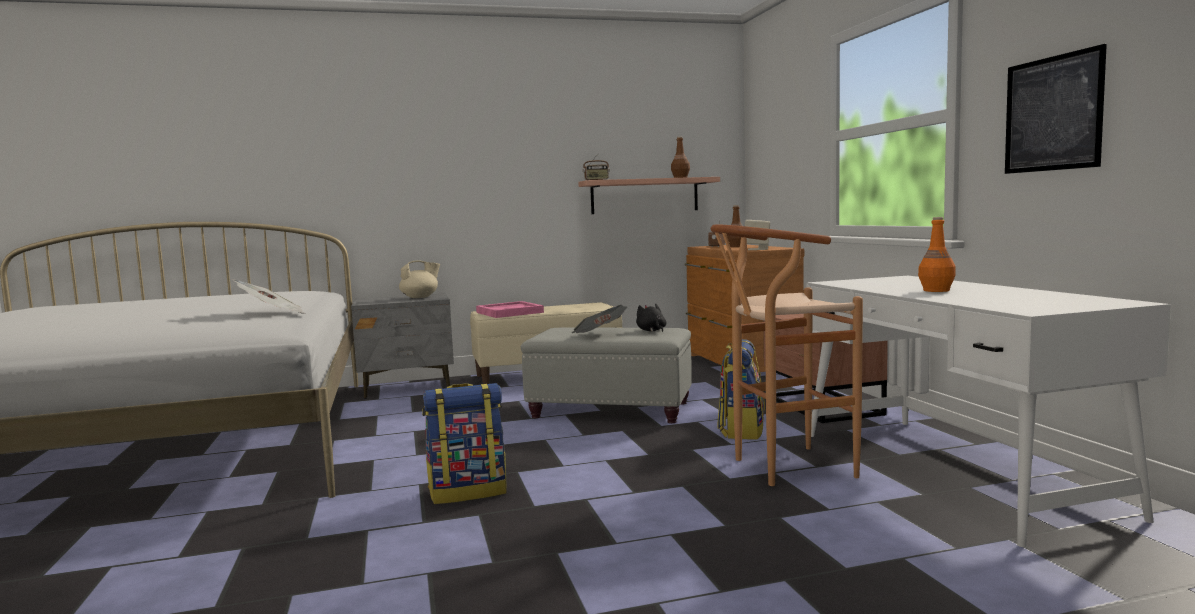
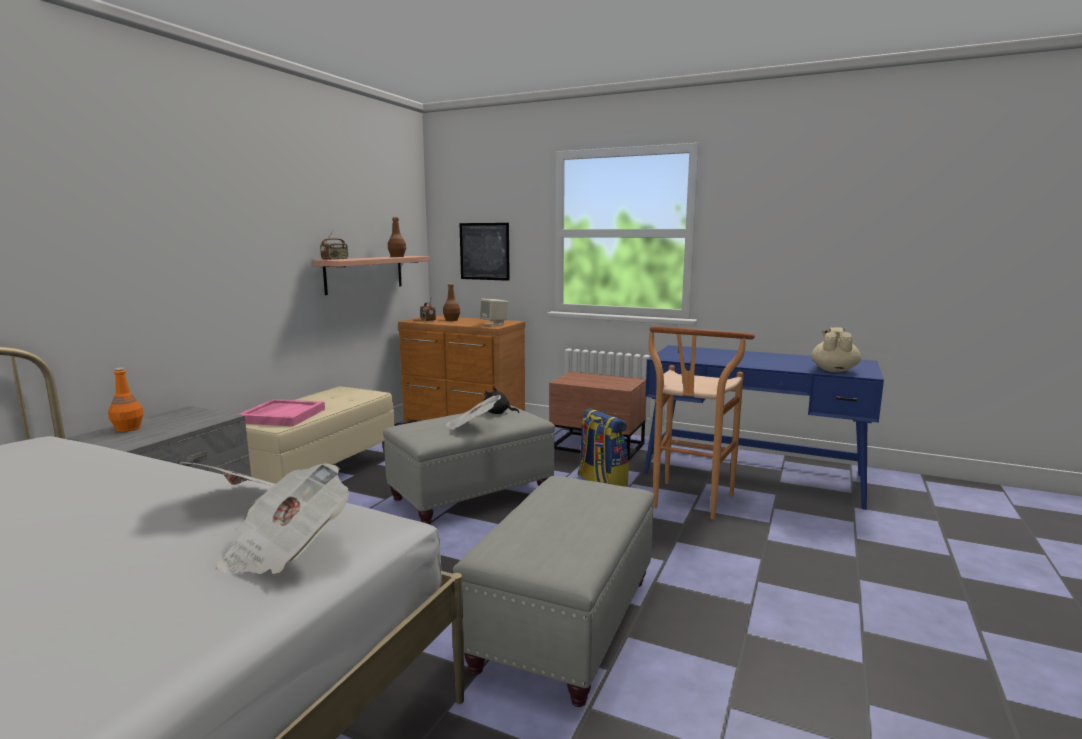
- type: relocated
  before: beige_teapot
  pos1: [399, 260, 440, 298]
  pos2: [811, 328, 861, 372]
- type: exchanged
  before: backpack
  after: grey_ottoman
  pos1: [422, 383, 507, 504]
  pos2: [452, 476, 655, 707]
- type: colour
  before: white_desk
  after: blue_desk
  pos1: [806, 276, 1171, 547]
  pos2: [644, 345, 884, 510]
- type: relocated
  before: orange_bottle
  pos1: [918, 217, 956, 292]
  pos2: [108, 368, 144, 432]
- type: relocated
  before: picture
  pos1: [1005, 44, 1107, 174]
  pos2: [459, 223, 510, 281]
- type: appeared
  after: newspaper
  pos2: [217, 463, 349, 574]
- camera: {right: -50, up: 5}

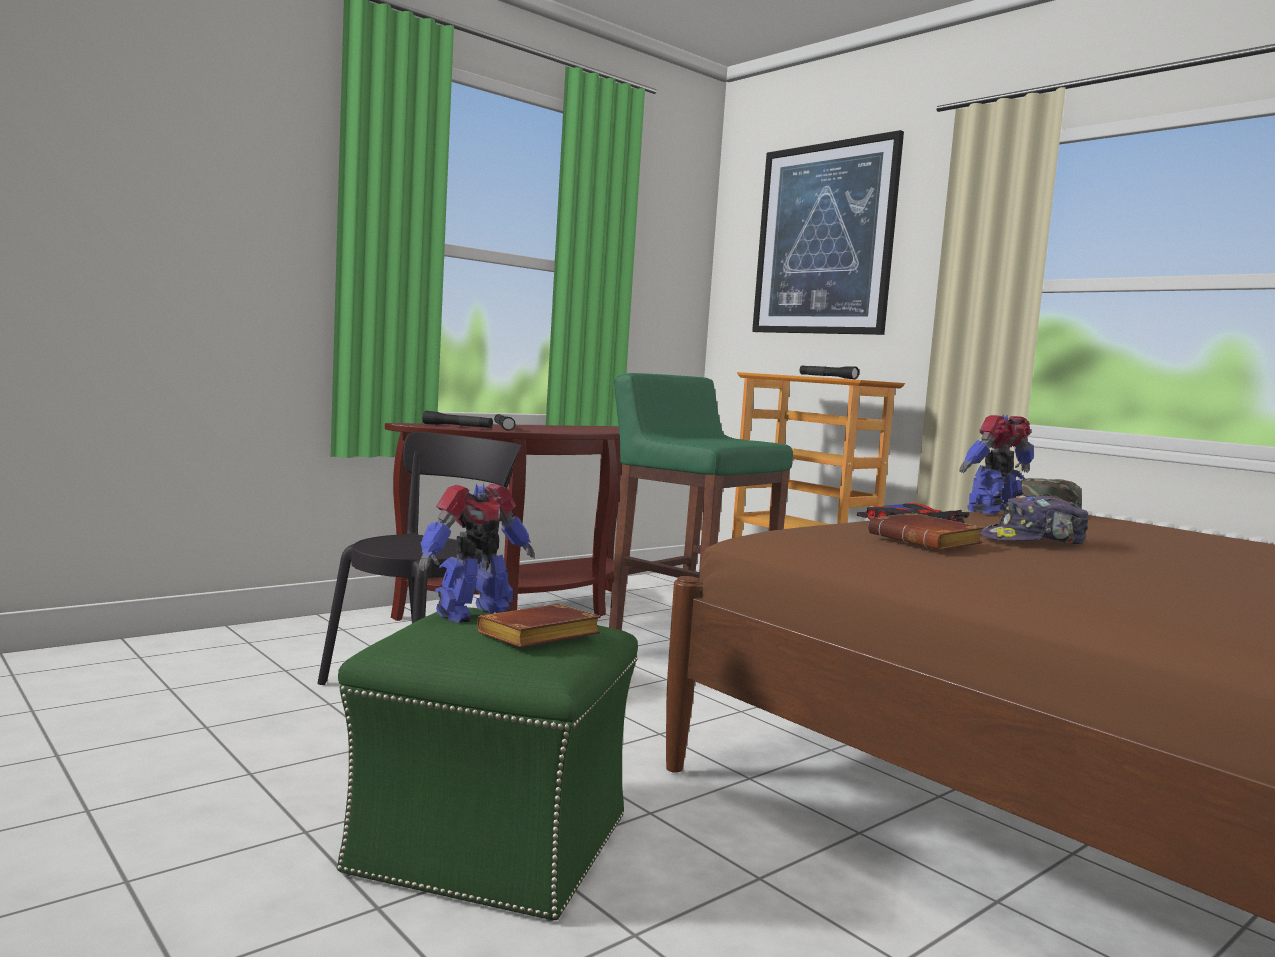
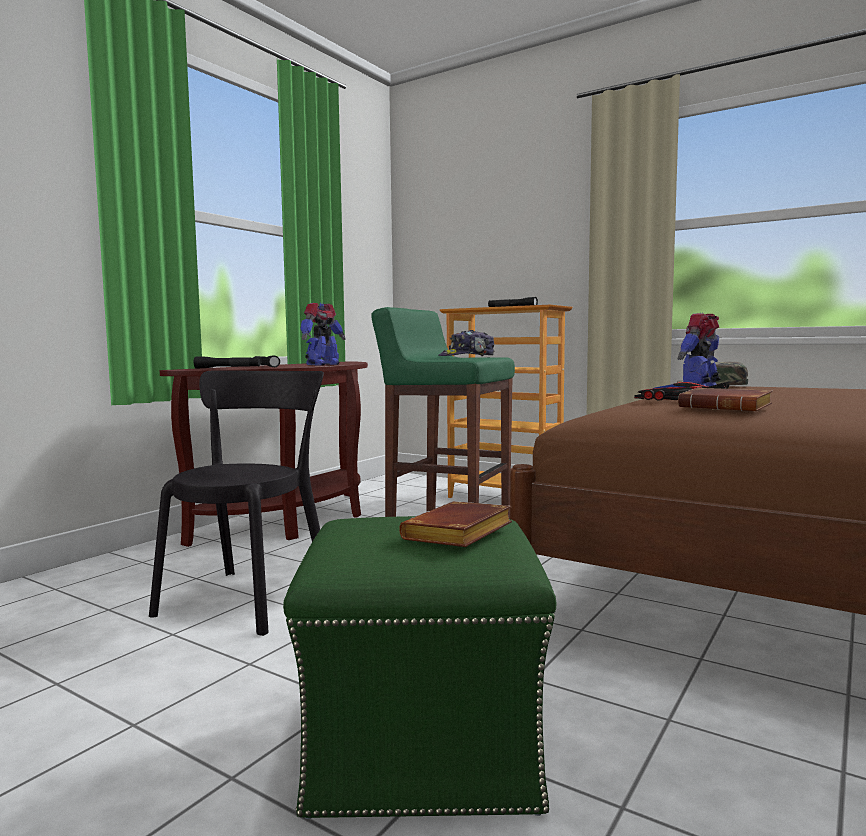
- type: relocated
  before: toy_robot
  pos1: [419, 484, 535, 623]
  pos2: [300, 303, 346, 366]
- type: missing
  before: picture
  pos1: [752, 130, 904, 335]
- type: relocated
  before: cap
  pos1: [980, 494, 1088, 544]
  pos2: [438, 330, 494, 356]
- camera: {right: -15, up: 0}

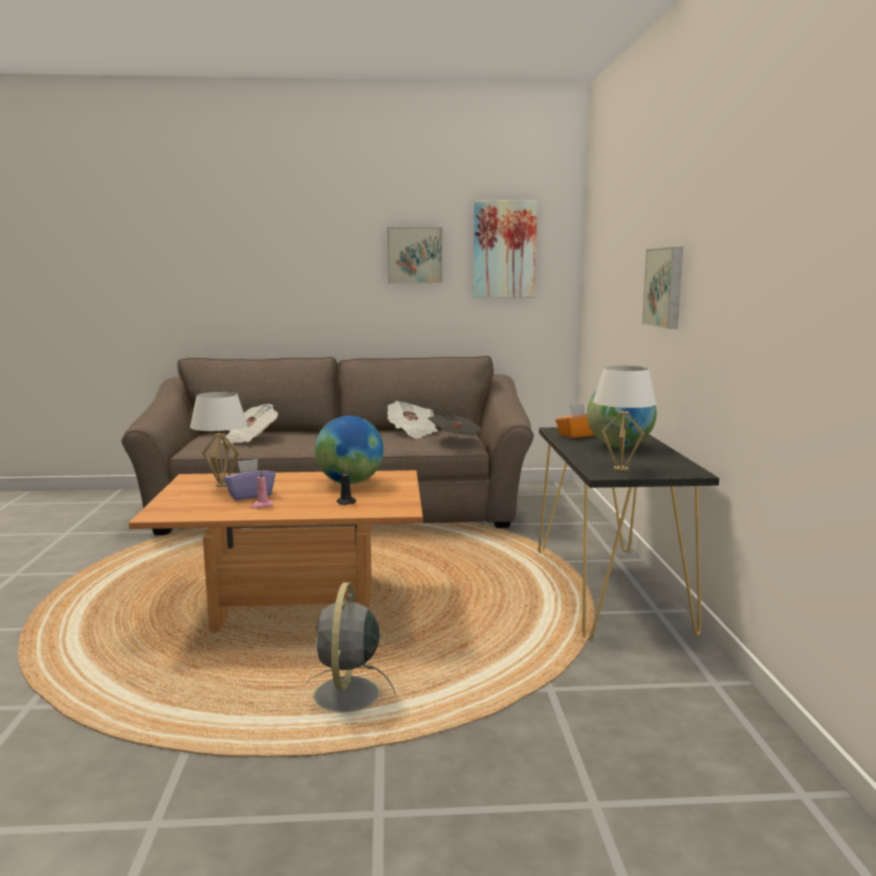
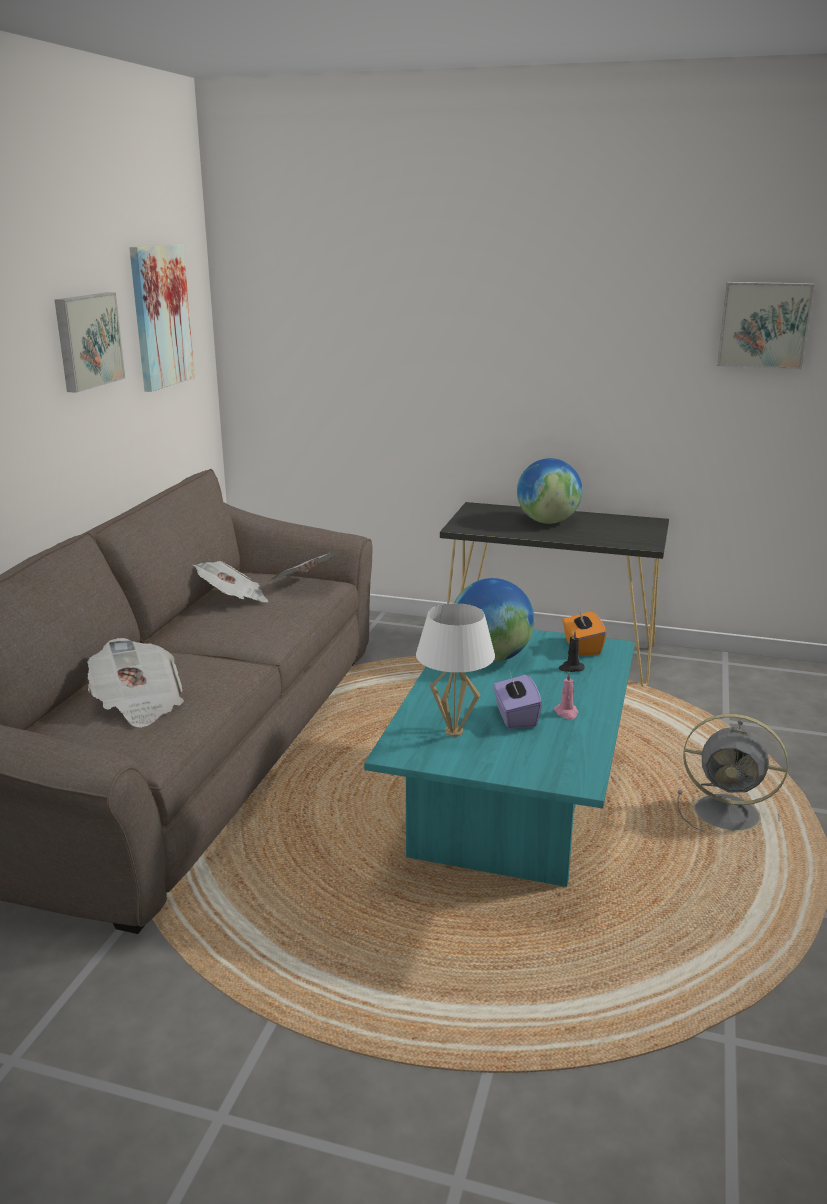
- type: colour
  before: brown_coffee_table
  after: turquoise_coffee_table
  pos1: [129, 470, 423, 632]
  pos2: [364, 630, 635, 887]
- type: relocated
  before: orange_tissue_box
  pos1: [555, 403, 595, 438]
  pos2: [562, 608, 606, 655]
- type: missing
  before: white_table_lamp
  pos1: [593, 366, 656, 471]
- type: relocated
  before: picture
  pos1: [642, 247, 683, 329]
  pos2: [717, 282, 815, 369]
- camera: {right: -70, up: 10}

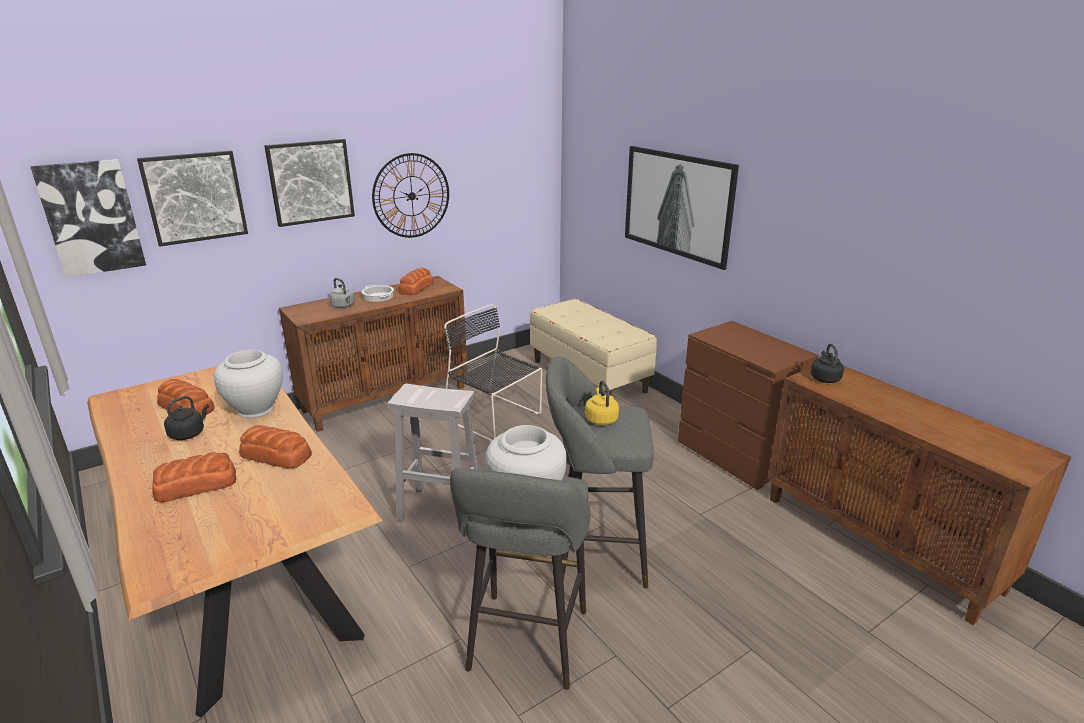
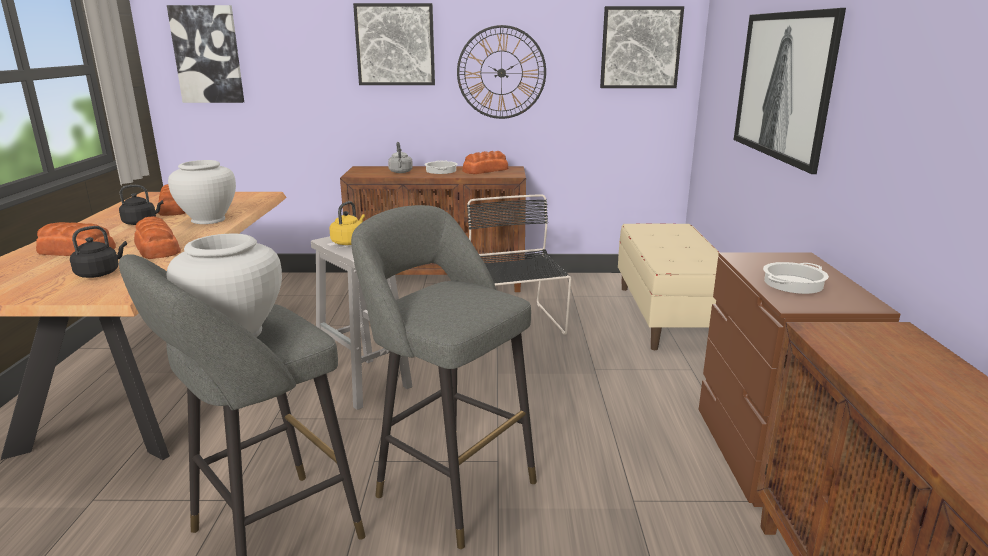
- type: relocated
  before: picture
  pos1: [137, 150, 248, 247]
  pos2: [600, 6, 684, 88]
- type: relocated
  before: yellow_kettle
  pos1: [585, 381, 619, 425]
  pos2: [329, 201, 365, 245]
- type: relocated
  before: black_kettle
  pos1: [811, 343, 844, 383]
  pos2: [70, 226, 127, 278]
- type: appeared
  after: cooking_pot
  pos2: [763, 262, 829, 294]
- camera: {right: 35, up: -5}

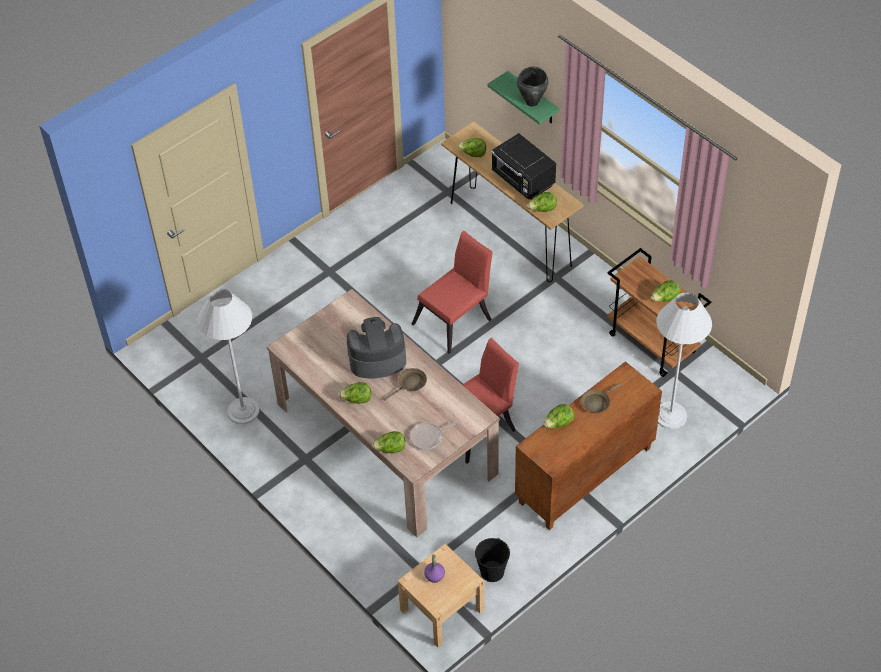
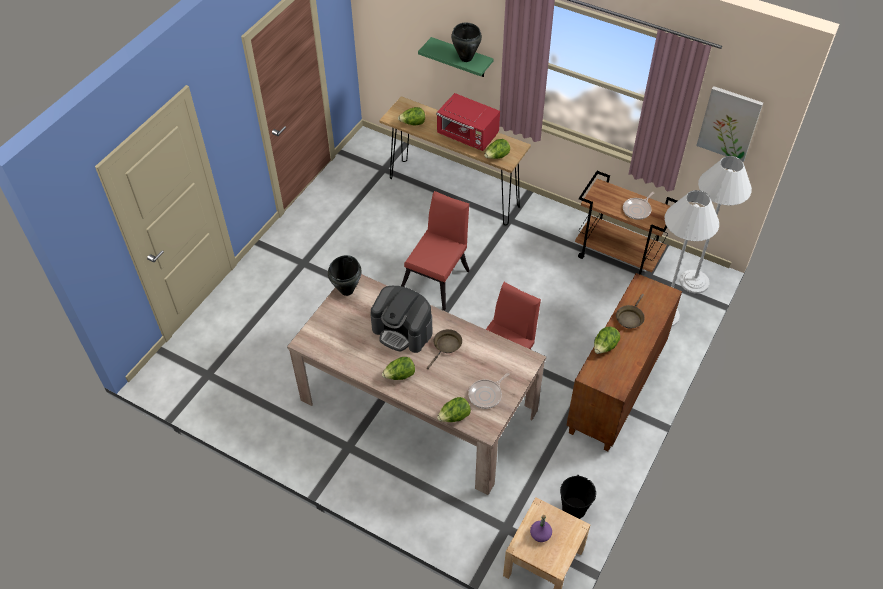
- type: relocated
  before: white_floor_lamp
  pos1: [197, 289, 260, 424]
  pos2: [680, 156, 752, 294]
- type: spun
  before: coffee_machine
  pos1: [347, 317, 406, 379]
  pos2: [371, 286, 432, 353]
  turn: -120
- type: colour
  before: black_microwave
  after: red_microwave
  pos1: [491, 133, 556, 200]
  pos2: [436, 93, 500, 151]
- type: exchanged
  before: lettuce
  after: frying_pan
  pos1: [651, 280, 680, 302]
  pos2: [623, 192, 655, 220]
- type: appeared
  after: black_cooking_pot
  pos2: [328, 255, 362, 296]
- type: appeared
  after: picture
  pos2: [696, 86, 763, 162]
- camera: {right: -20, up: 0}

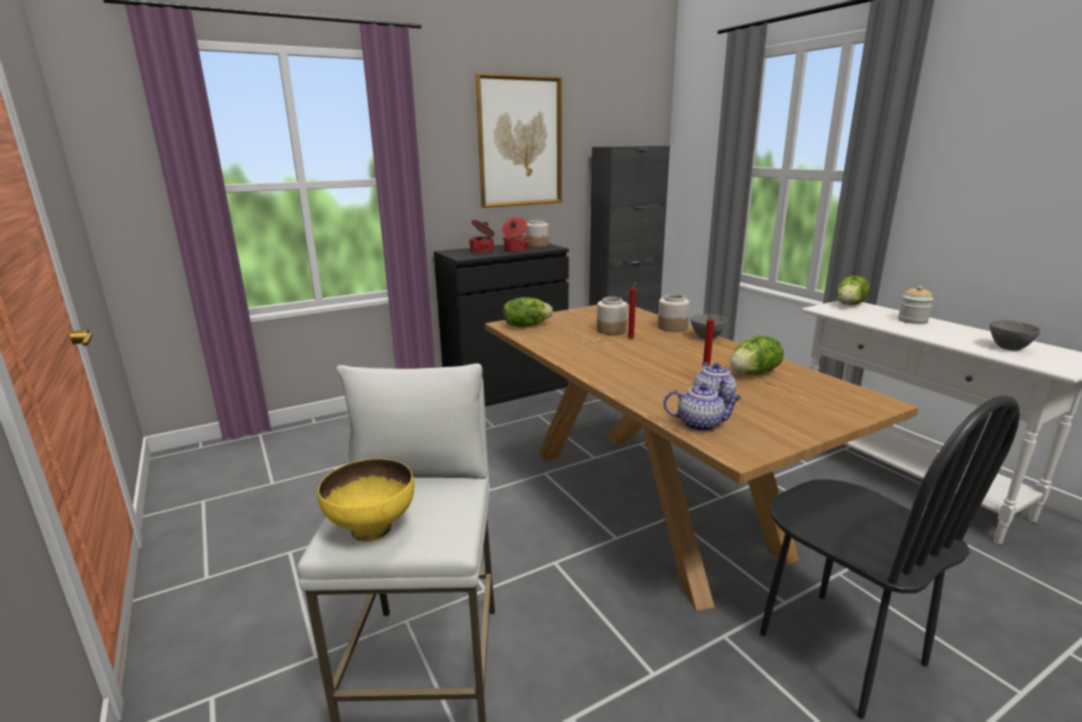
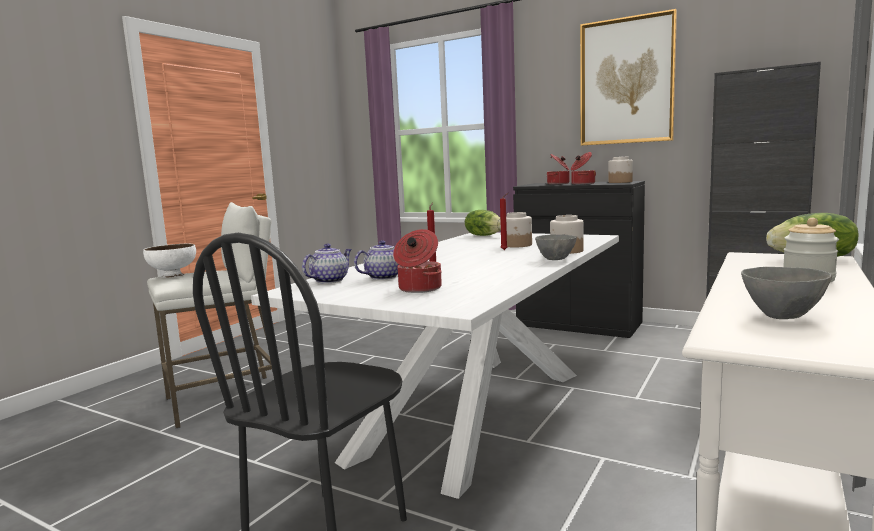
- type: colour
  before: yellow_bowl
  after: white_bowl
  pos1: [318, 459, 414, 542]
  pos2: [143, 244, 196, 278]
- type: colour
  before: brown_dining_table
  after: white_dining_table
  pos1: [485, 304, 919, 611]
  pos2: [251, 233, 619, 499]
- type: spun
  before: teapot
  pos1: [663, 384, 741, 431]
  pos2: [302, 244, 352, 284]
  turn: -120
- type: missing
  before: lettuce
  pos1: [730, 336, 784, 375]
- type: appeared
  after: cooking_pot
  pos2: [393, 229, 442, 293]
- camera: {right: 60, up: -10}

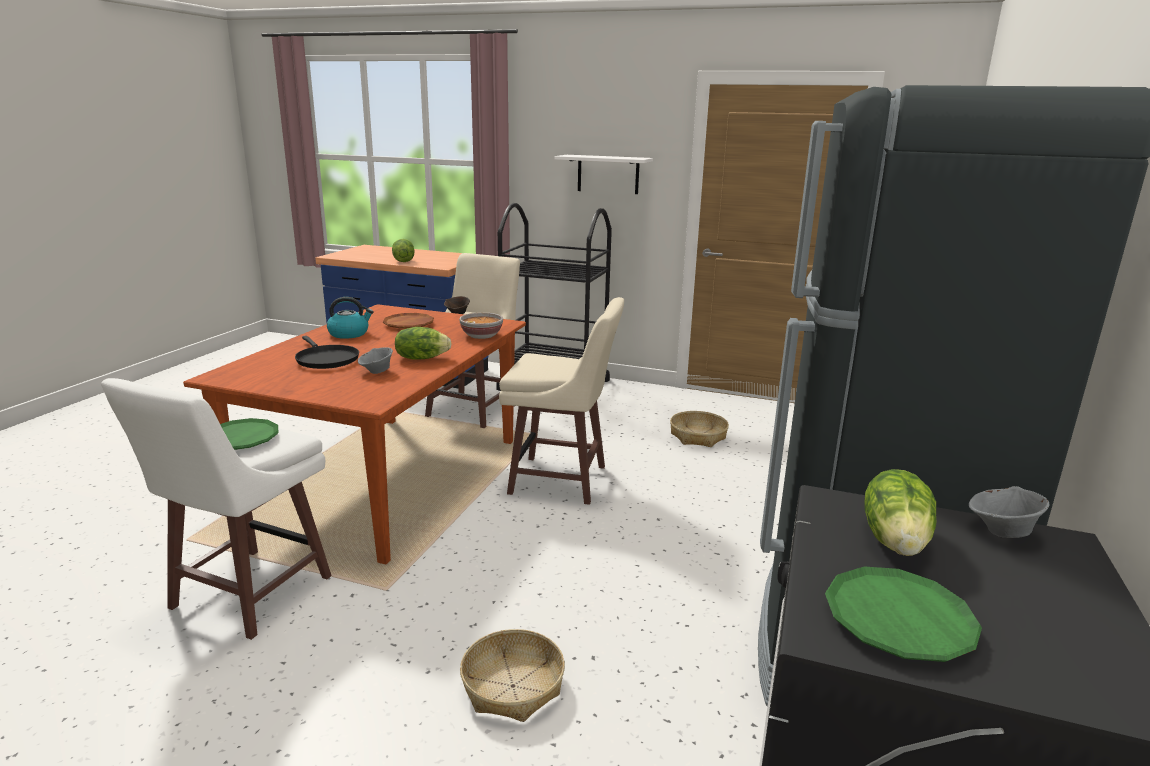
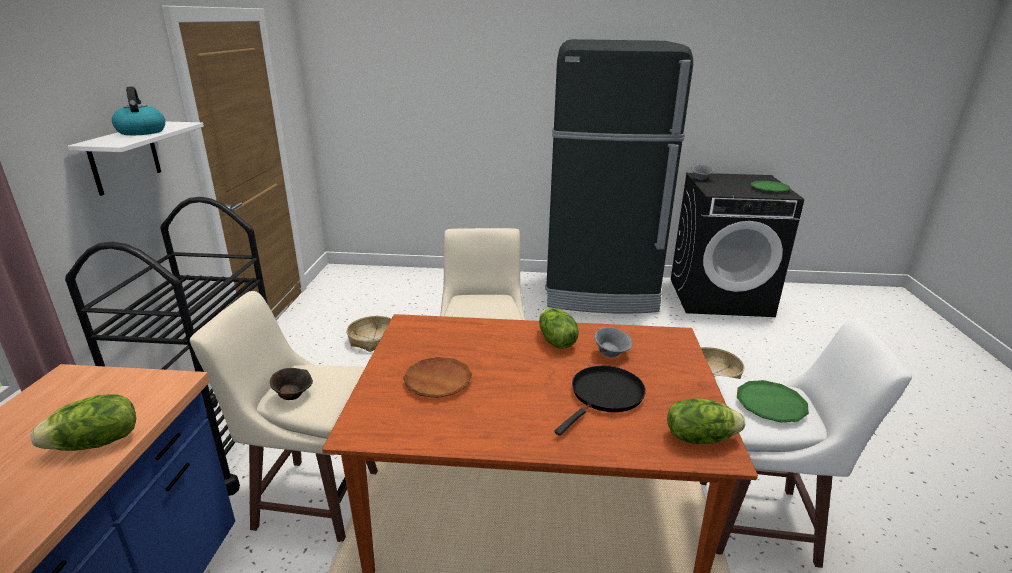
- type: relocated
  before: kettle
  pos1: [327, 297, 374, 339]
  pos2: [112, 86, 165, 135]
- type: missing
  before: bowl
  pos1: [459, 312, 503, 339]
- type: relocated
  before: lettuce
  pos1: [864, 469, 936, 556]
  pos2: [667, 398, 745, 444]
- camera: {right: -105, up: 5}

